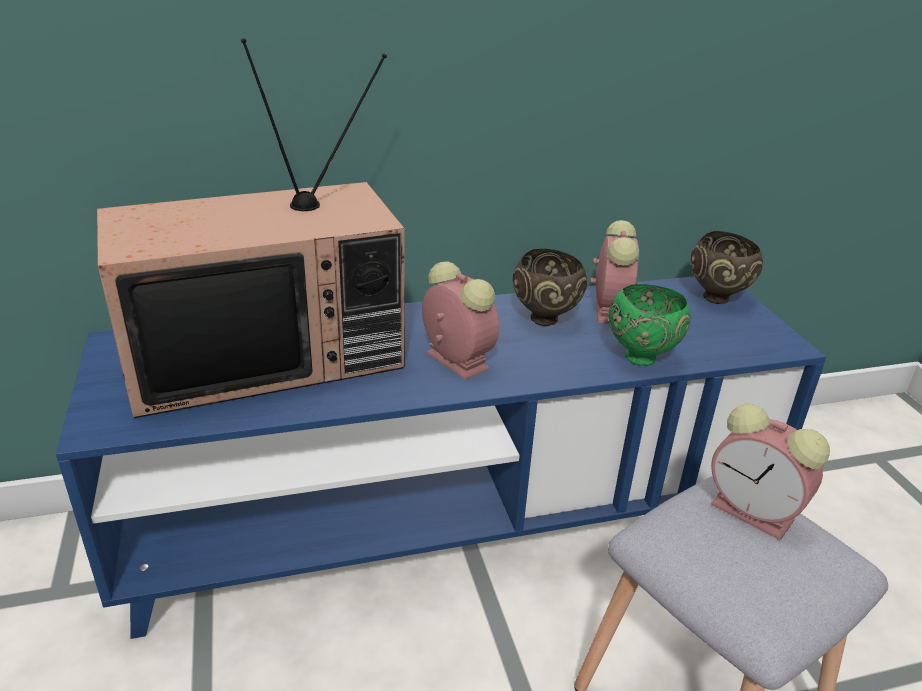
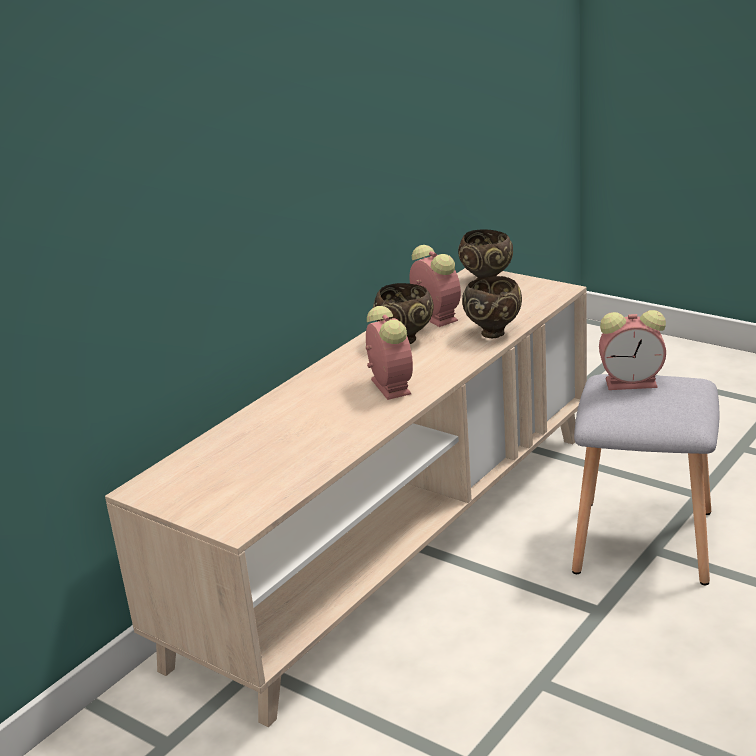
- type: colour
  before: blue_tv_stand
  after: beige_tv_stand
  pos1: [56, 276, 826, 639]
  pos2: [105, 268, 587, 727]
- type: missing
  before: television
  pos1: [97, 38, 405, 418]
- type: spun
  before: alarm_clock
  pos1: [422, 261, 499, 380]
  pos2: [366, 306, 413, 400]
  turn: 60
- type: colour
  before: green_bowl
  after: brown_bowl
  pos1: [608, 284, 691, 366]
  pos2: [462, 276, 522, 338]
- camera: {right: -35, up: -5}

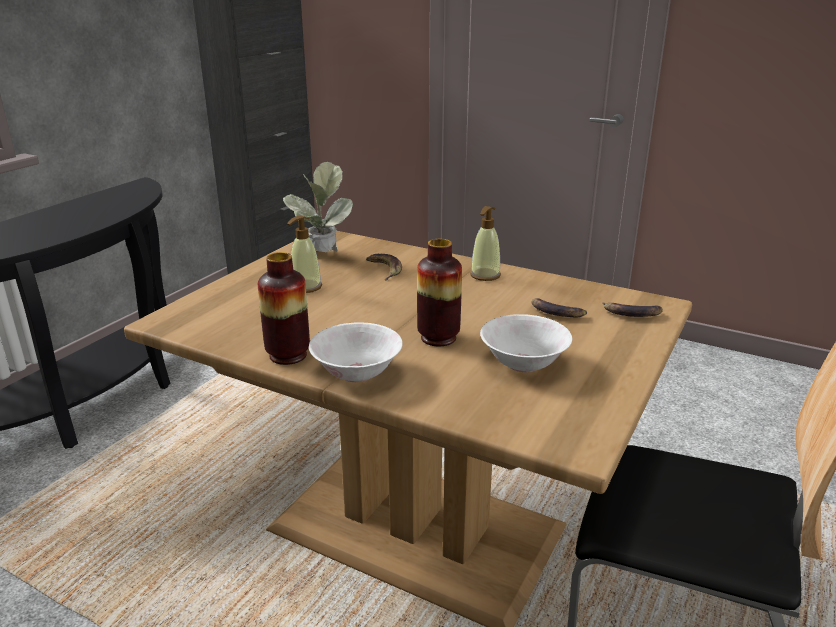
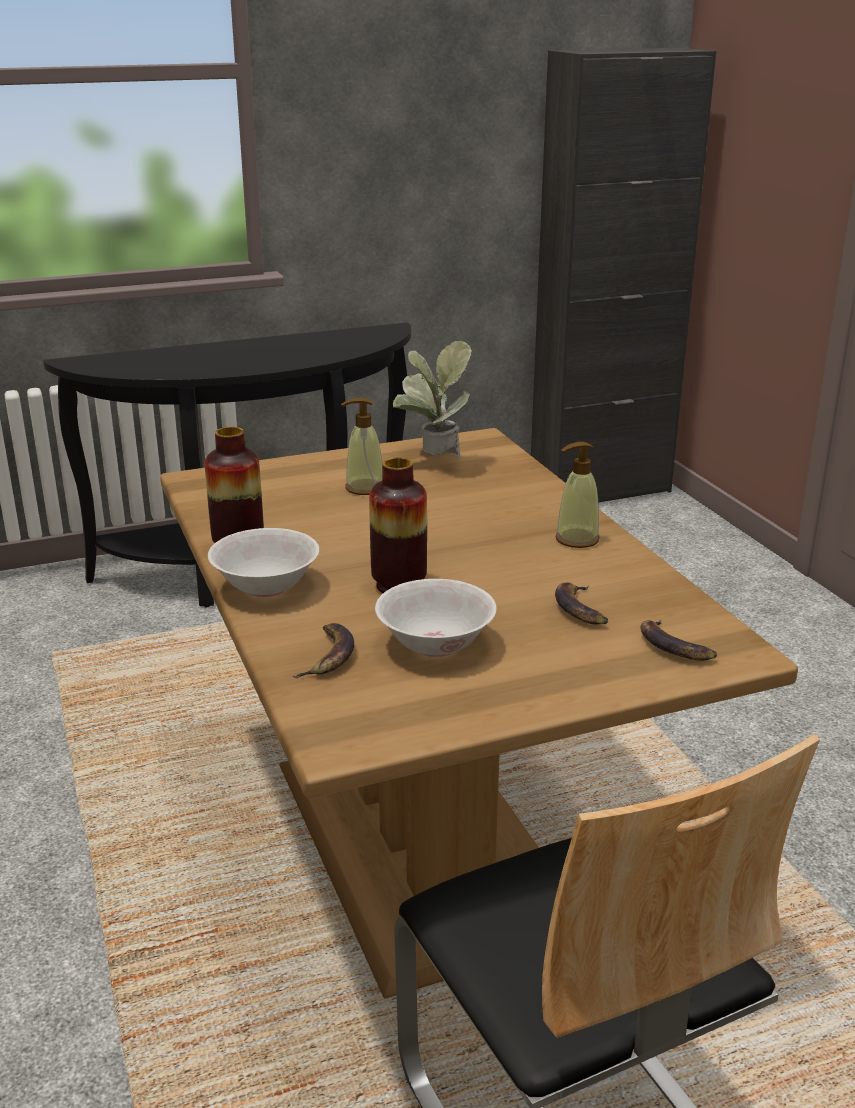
- type: relocated
  before: banana
  pos1: [366, 254, 402, 281]
  pos2: [293, 623, 354, 678]
- camera: {right: 40, up: 0}

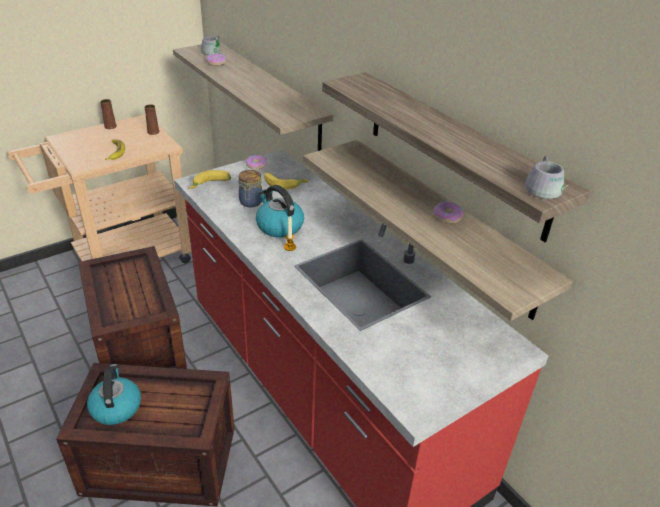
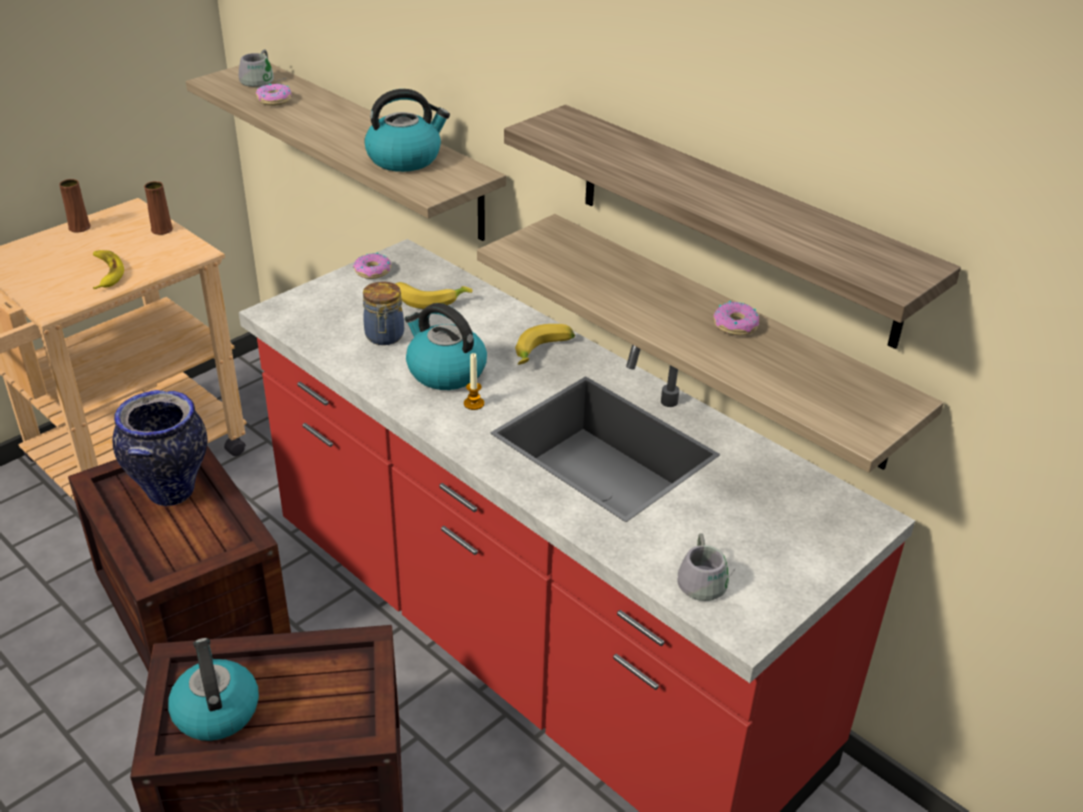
- type: relocated
  before: banana
  pos1: [189, 170, 231, 189]
  pos2: [515, 324, 575, 365]
- type: relocated
  before: grey_mug
  pos1: [525, 155, 568, 199]
  pos2: [677, 533, 736, 601]
- type: appeared
  after: vase
  pos2: [112, 390, 208, 506]
- type: appeared
  after: kettle
  pos2: [364, 89, 450, 172]
- camera: {right: -10, up: 0}

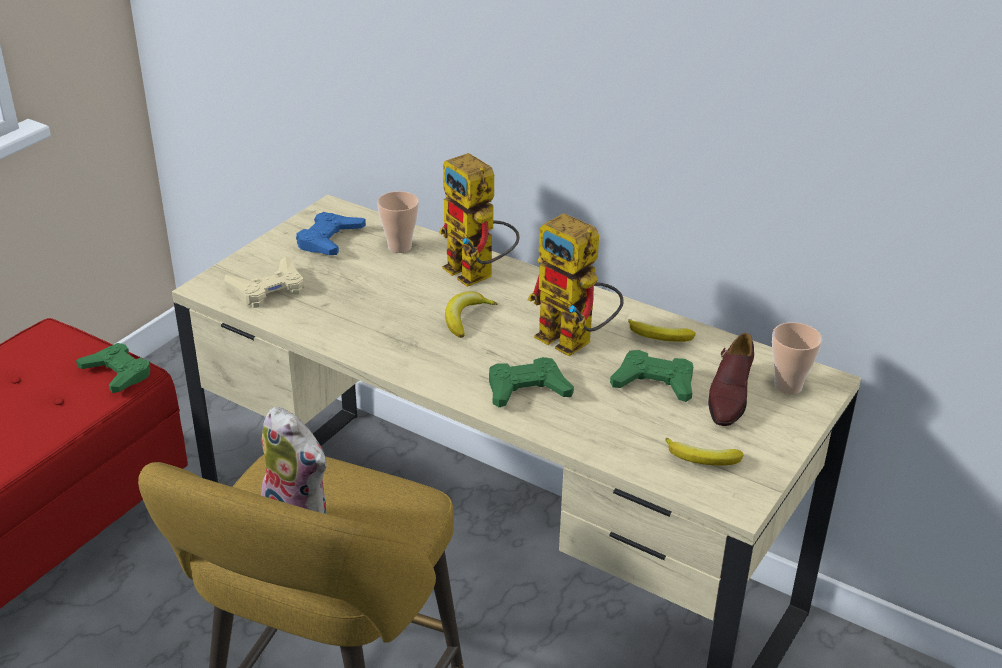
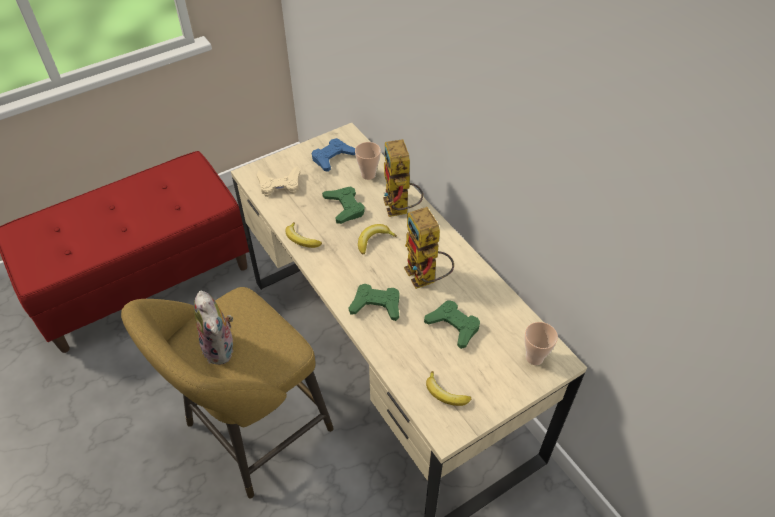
- type: relocated
  before: green_game_controller
  pos1: [76, 343, 150, 393]
  pos2: [322, 186, 365, 224]
- type: relocated
  before: banana
  pos1: [628, 319, 696, 342]
  pos2: [285, 222, 322, 248]
- type: missing
  before: brown_shoe
  pos1: [708, 333, 754, 426]
- camera: {right: 25, up: 15}

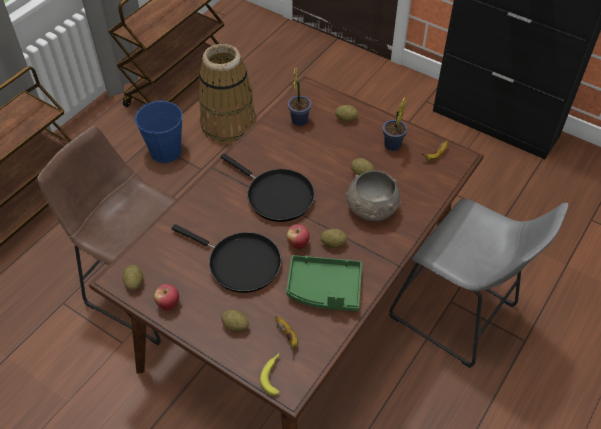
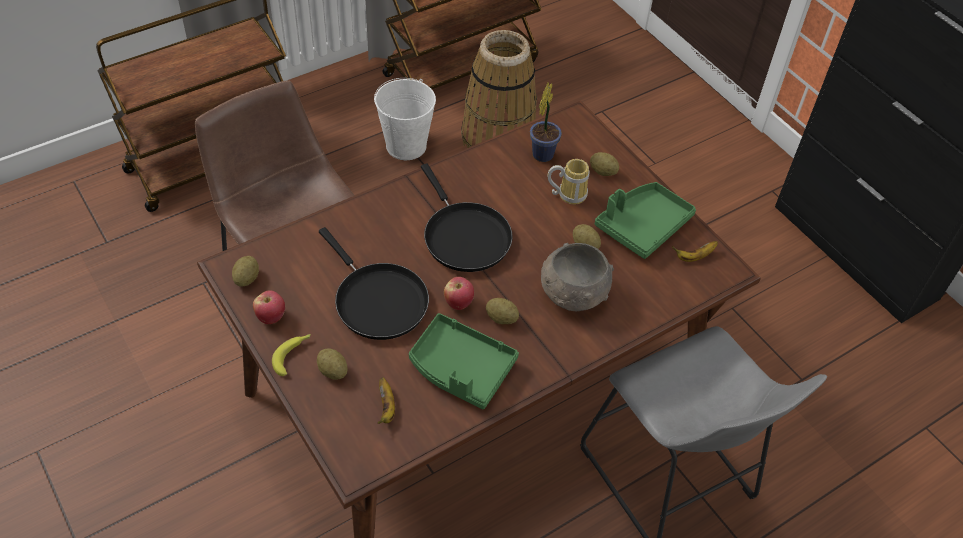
- type: colour
  before: blue_bucket
  after: white_bucket
  pos1: [135, 99, 182, 163]
  pos2: [374, 78, 436, 160]
- type: relocated
  before: banana
  pos1: [260, 353, 279, 395]
  pos2: [272, 334, 311, 376]
- type: exchanged
  before: potted_plant
  after: green_tray
  pos1: [383, 98, 407, 151]
  pos2: [595, 182, 696, 259]
- type: appeared
  after: mug
  pos2: [548, 159, 589, 204]
- camera: {right: 20, up: 0}

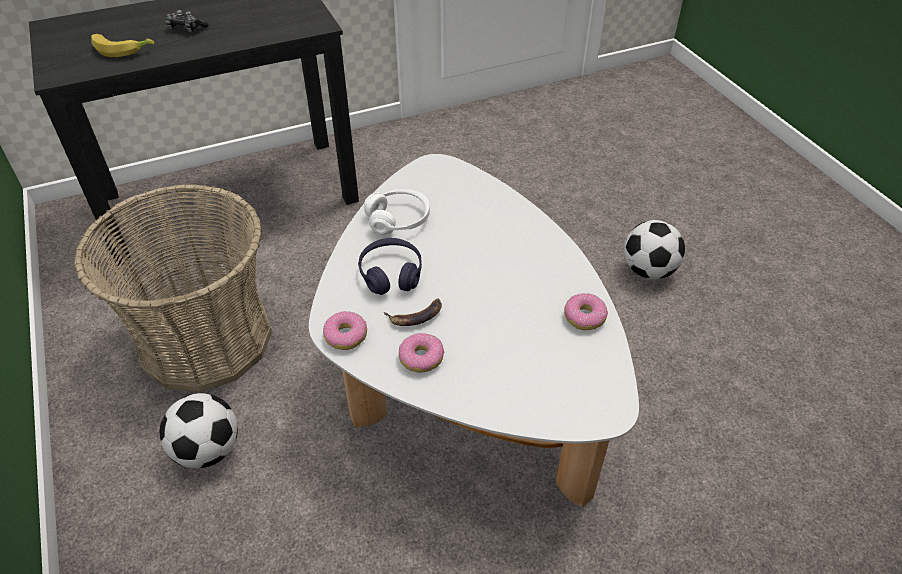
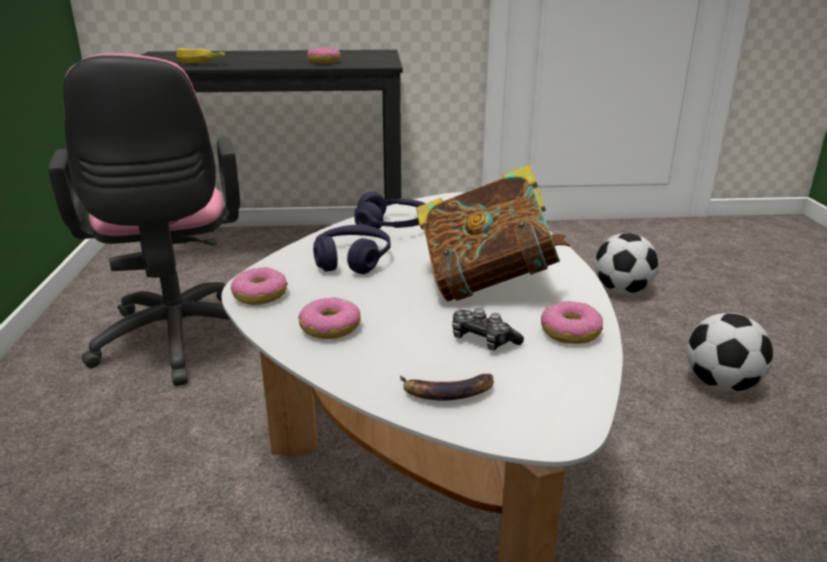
- type: exchanged
  before: basket
  after: pink_office_chair
  pos1: [74, 184, 272, 392]
  pos2: [48, 53, 240, 386]
- type: relocated
  before: football
  pos1: [159, 393, 238, 468]
  pos2: [595, 233, 659, 294]
- type: relocated
  before: game_controller
  pos1: [165, 10, 209, 32]
  pos2: [452, 308, 524, 351]
- type: colour
  before: white_headphones
  after: purple_headphones
  pos1: [364, 189, 430, 235]
  pos2: [354, 192, 426, 229]
- type: relocated
  before: banana
  pos1: [384, 299, 442, 326]
  pos2: [400, 374, 494, 401]
- type: appeared
  after: donut
  pos2: [307, 47, 341, 64]
- type: appeared
  after: book
  pos2: [416, 165, 570, 301]
- camera: {right: 20, up: -20}

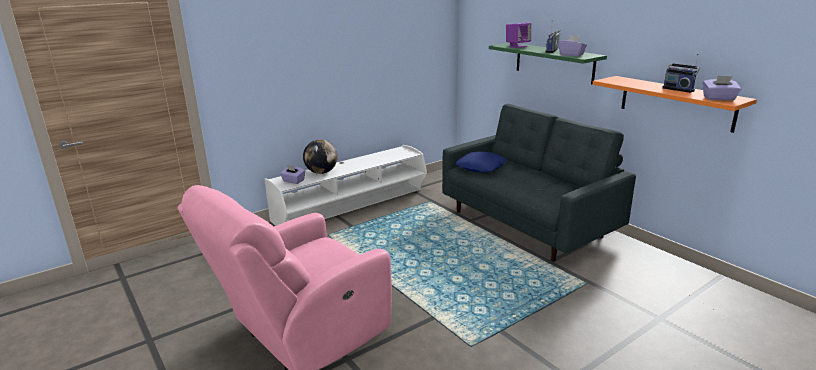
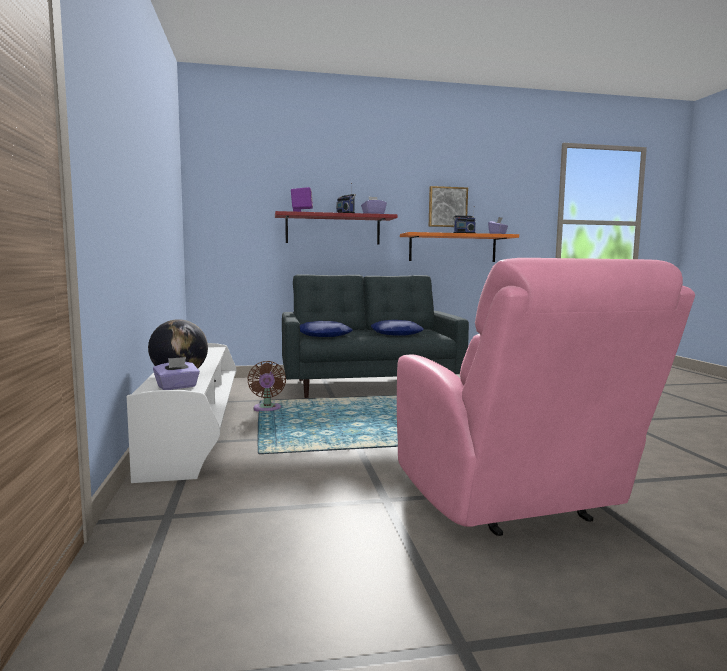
- type: colour
  before: green_shelf
  after: red_shelf
  pos1: [489, 43, 607, 84]
  pos2: [275, 211, 397, 245]
- type: appeared
  after: brown_fan
  pos2: [247, 361, 286, 412]
- type: appeared
  after: blue_pillow
  pos2: [371, 320, 424, 336]
- type: appeared
  after: picture
  pos2: [429, 186, 468, 227]
- camera: {right: -65, up: -15}

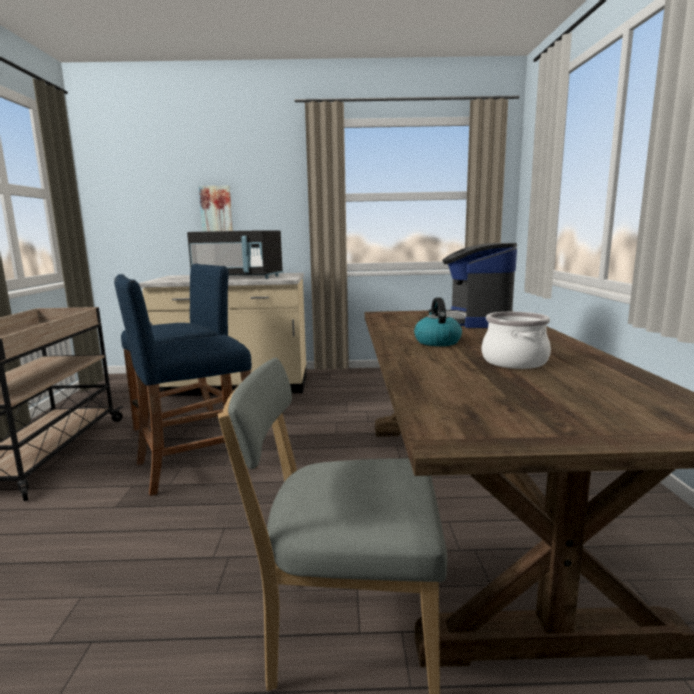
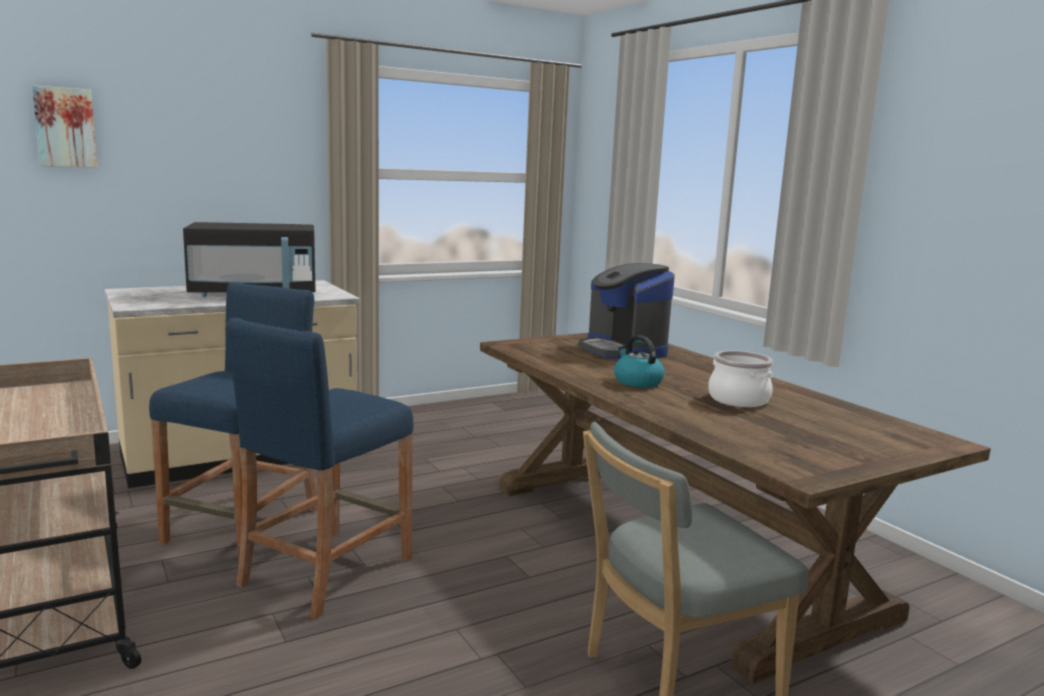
- type: relocated
  before: picture
  pos1: [199, 185, 233, 232]
  pos2: [32, 85, 97, 168]
- camera: {right: -30, up: 0}

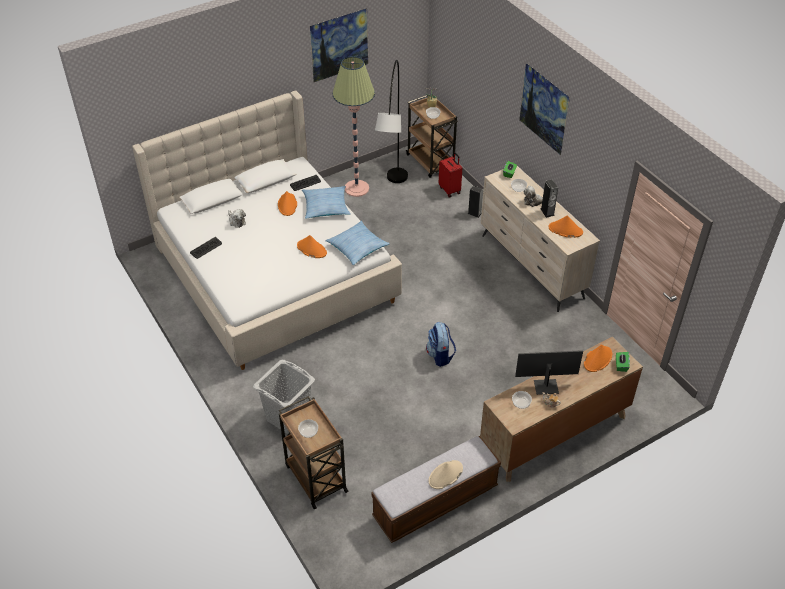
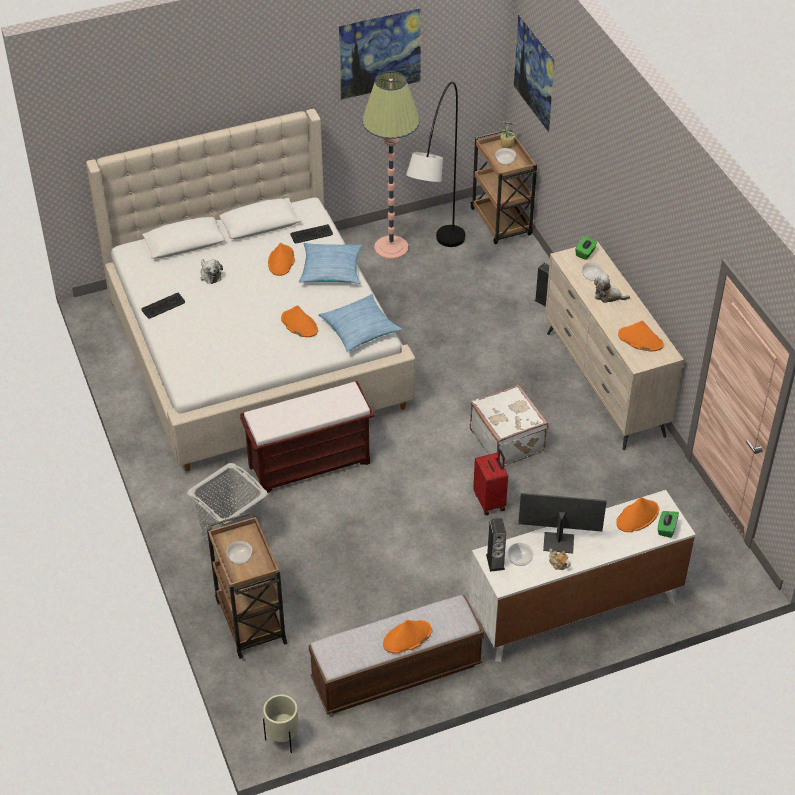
- type: missing
  before: backpack
  pos1: [426, 322, 456, 367]
- type: colour
  before: beige_hat
  after: orange_hat
  pos1: [429, 460, 463, 489]
  pos2: [383, 620, 432, 654]
- type: relocated
  before: red_suitcase
  pos1: [439, 152, 462, 197]
  pos2: [473, 449, 508, 515]
- type: colour
  before: brown_dresser
  after: white_dresser
  pos1: [480, 337, 643, 482]
  pos2: [469, 490, 696, 662]
- type: relocated
  before: picture
  pos1: [519, 63, 570, 155]
  pos2: [514, 15, 555, 132]
- type: relocated
  before: speaker
  pos1: [541, 180, 558, 218]
  pos2: [486, 518, 506, 572]
- type: appeared
  after: brown_bench
  pos2: [240, 381, 374, 493]
- type: appeared
  after: beige_planter
  pos2: [263, 694, 299, 753]
- type: appeared
  after: white_suitcase
  pos2: [470, 385, 548, 466]
- camera: {right: 10, up: 0}

